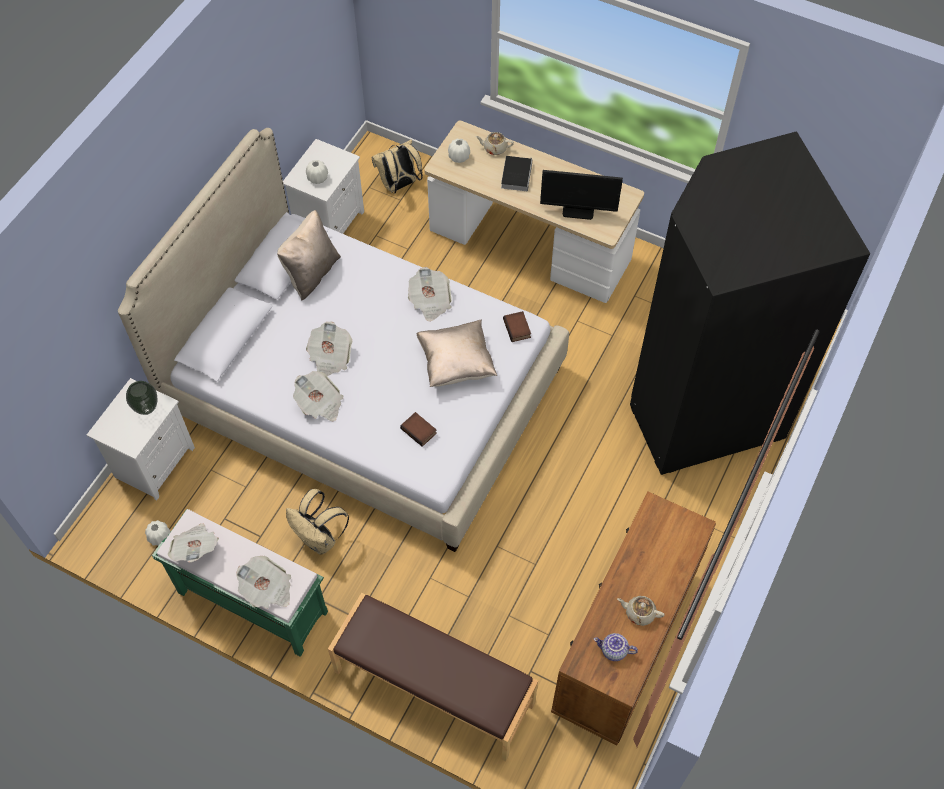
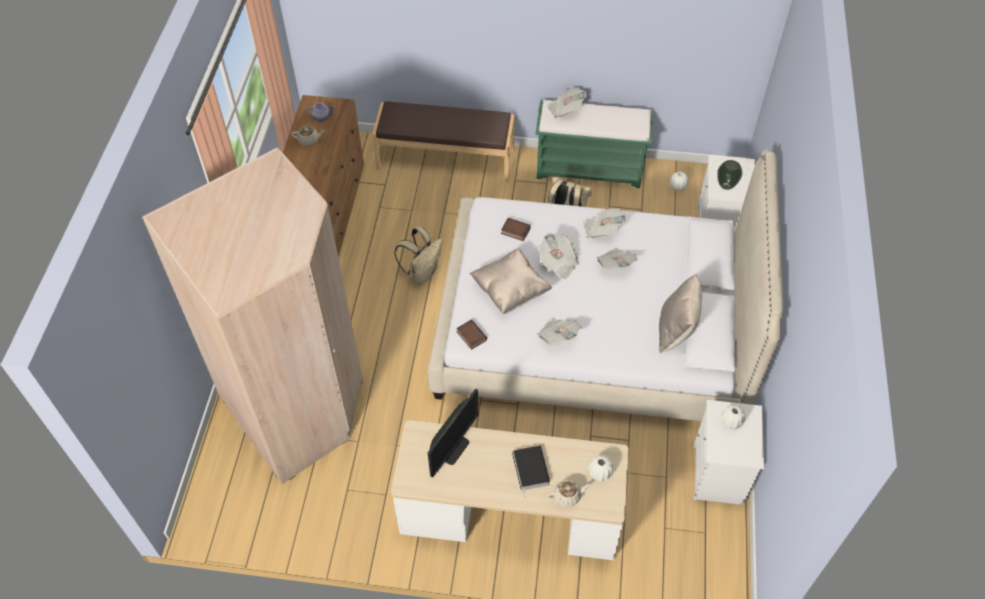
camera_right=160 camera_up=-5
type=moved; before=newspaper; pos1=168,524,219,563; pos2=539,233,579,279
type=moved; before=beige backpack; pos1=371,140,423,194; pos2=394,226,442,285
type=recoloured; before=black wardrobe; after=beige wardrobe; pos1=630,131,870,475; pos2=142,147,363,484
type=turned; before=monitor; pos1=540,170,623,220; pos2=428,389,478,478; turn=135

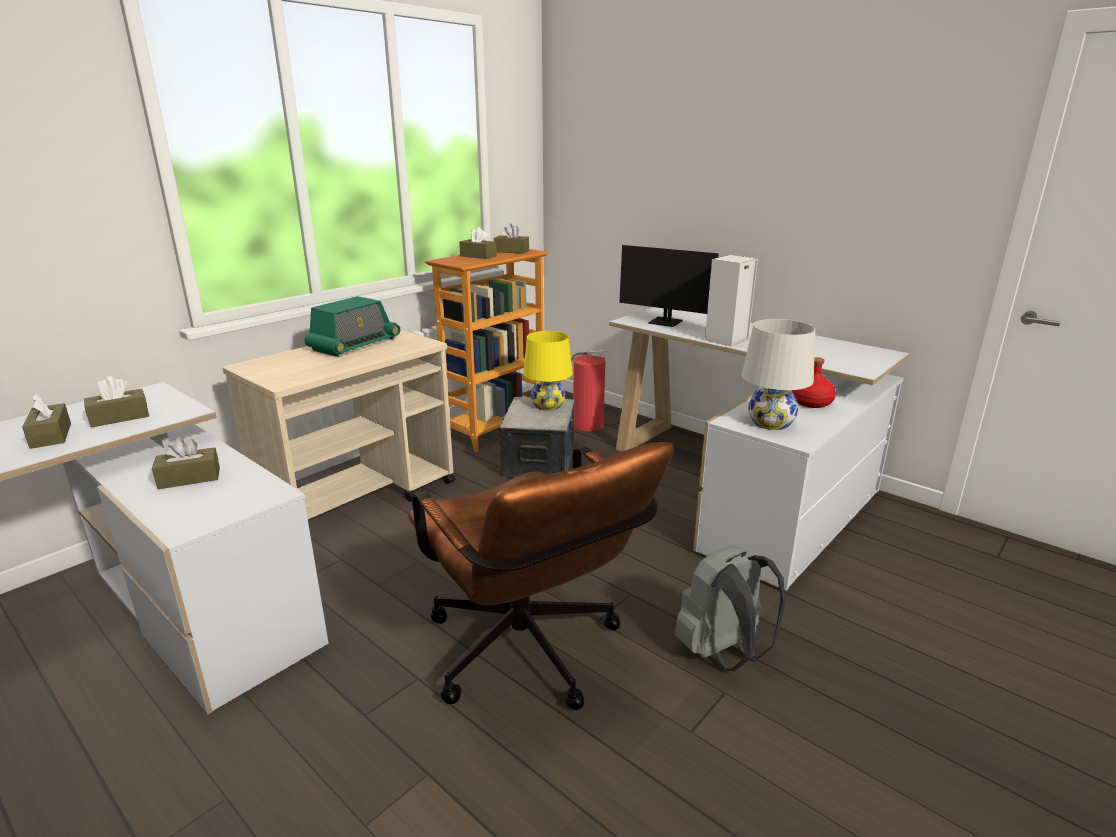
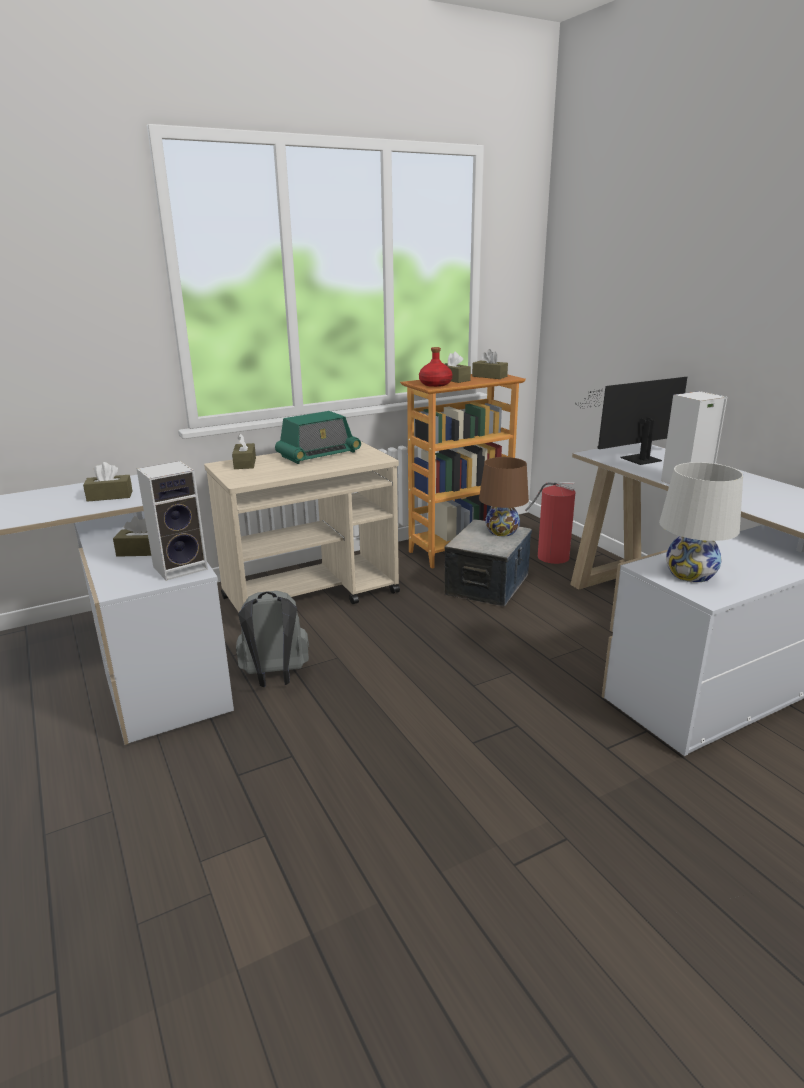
camera_right=20 camera_up=0
type=removed; before=brown office chair; pos1=408,442,674,710
type=added; after=speaker; pos2=137,461,208,581
type=moved; before=brown tissue box; pos1=22,393,71,449; pos2=232,433,256,469
type=moved; before=grey backpack; pos1=675,546,785,671; pos2=236,591,309,687
type=moved; before=red bottle; pos1=791,357,836,408; pos2=419,347,452,387
type=recoloured; before=yellow table lamp; after=brown table lamp; pos1=523,331,573,411; pos2=479,457,529,536
type=turned; before=monitor; pos1=619,245,719,327; pos2=578,377,687,465; turn=105

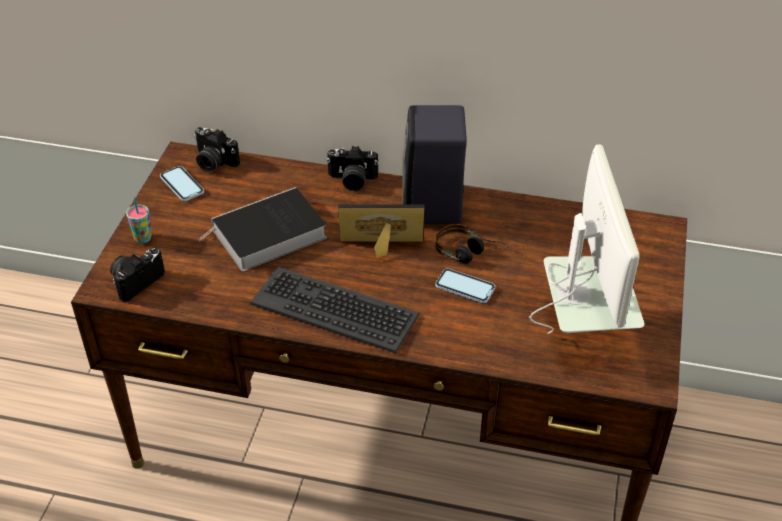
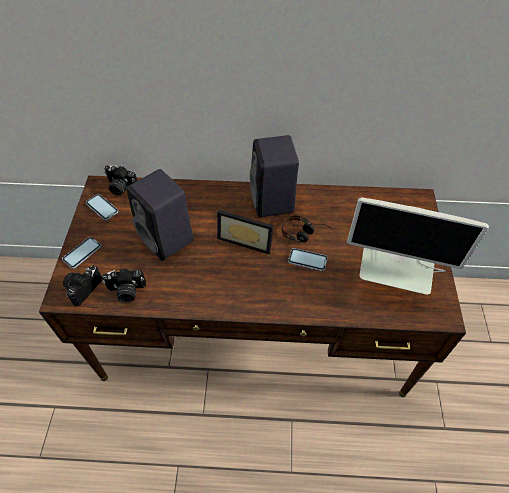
camera_right=-10 camera_up=10
type=removed; before=keyboard; pos1=250,267,419,353
type=moved; before=photo camera; pos1=326,146,378,191; pos2=102,268,146,303
type=replaced; before=cup; after=phone; pos1=126,197,152,244; pos2=62,237,101,269
type=replaced; before=book; after=black speaker; pos1=198,187,327,271; pos2=127,169,194,261
type=turned; before=picture frame; pos1=338,204,424,258; pos2=217,210,274,255; turn=-150
type=turned; before=monitor; pos1=529,144,645,334; pos2=347,197,489,295; turn=120

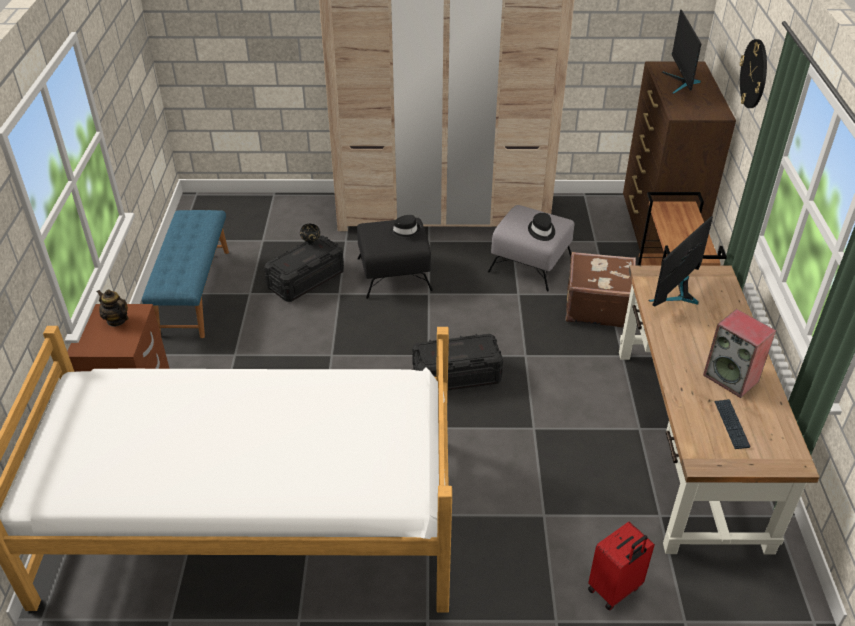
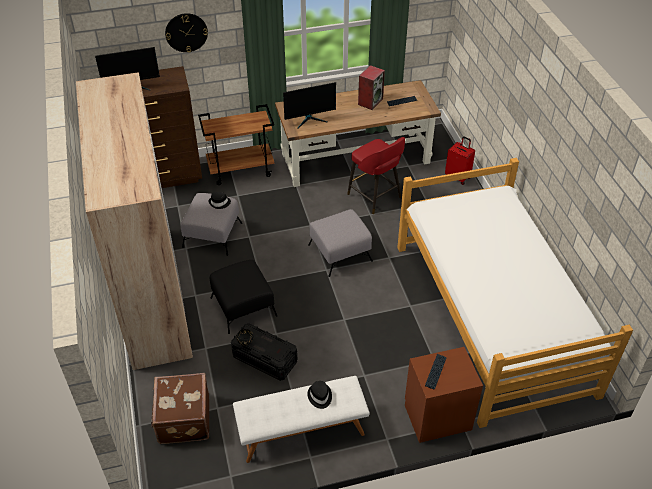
camera_right=-105 camera_up=5
type=added; after=red stool; pos2=347,137,405,214
type=moved; before=black hat; pos1=389,215,420,239; pos2=307,381,332,409
type=moved; before=brown suitcase; pos1=566,252,636,328; pos2=151,373,209,444
type=replaced; before=teapot; after=keyboard; pos1=97,289,129,327; pos2=425,354,447,389
type=replaced; before=black storage box; after=grey ottoman; pos1=412,334,503,390; pos2=308,209,373,277
type=recoloured; before=blue bench; after=white bench; pos1=142,210,229,338; pos2=233,376,370,463
type=turned; before=monitor; pos1=648,216,713,306; pos2=283,82,336,128; turn=-45

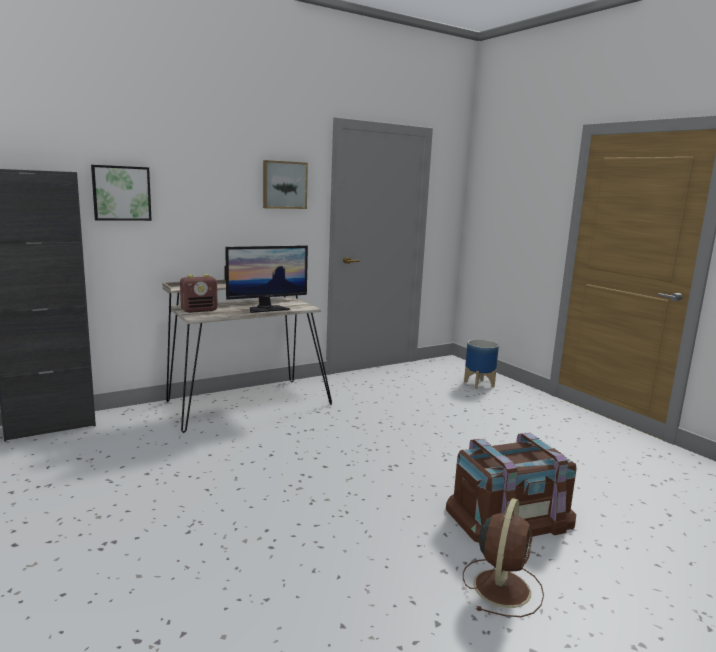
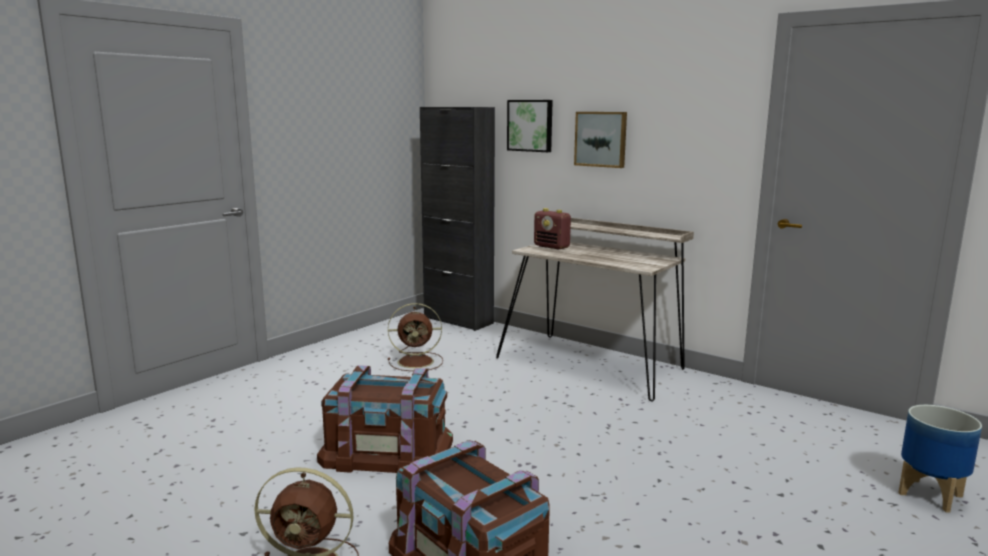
camera_right=70 camera_up=0
type=removed; before=monitor; pos1=224,245,308,313
type=added; after=brown storage box; pos2=317,365,453,473
type=added; after=brown fan; pos2=388,303,443,371
type=moved; before=picture; pos1=263,160,308,209; pos2=574,112,627,168

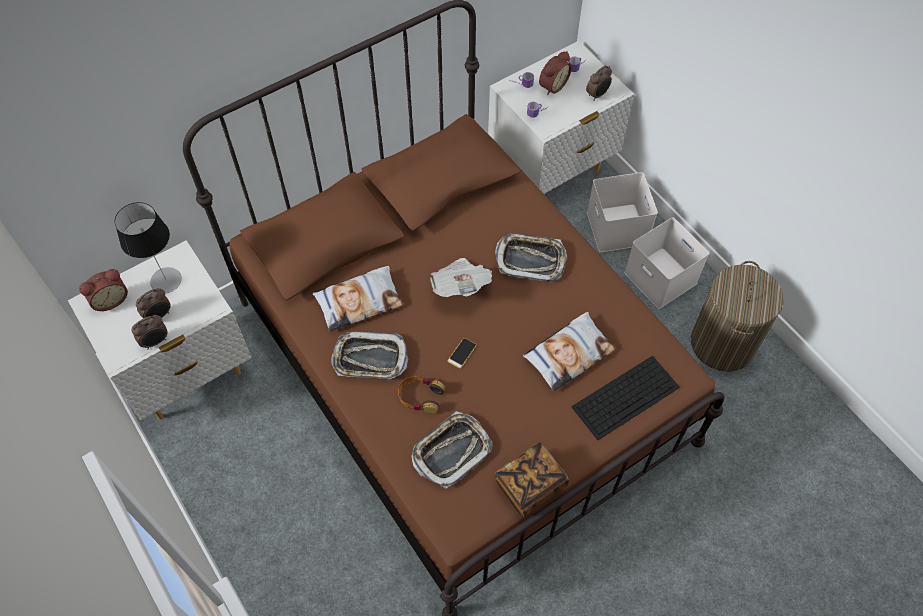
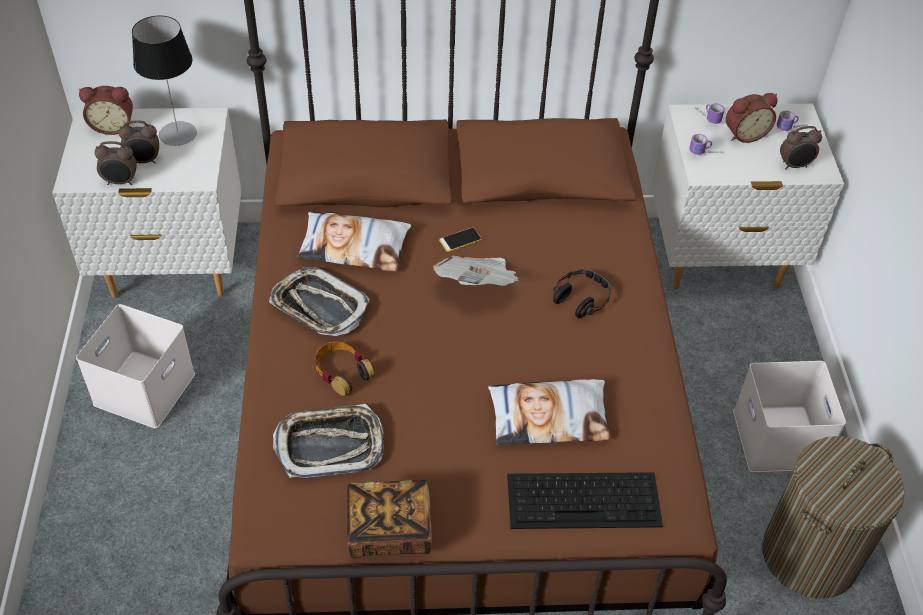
camera_right=30 camera_up=-10
type=moved; before=phone; pos1=448,338,477,368; pos2=439,228,482,252
type=moved; before=white storage box; pos1=587,172,658,252; pos2=76,304,195,428
type=replaced; before=tray; after=headphones; pos1=495,233,567,282; pos2=553,269,612,319

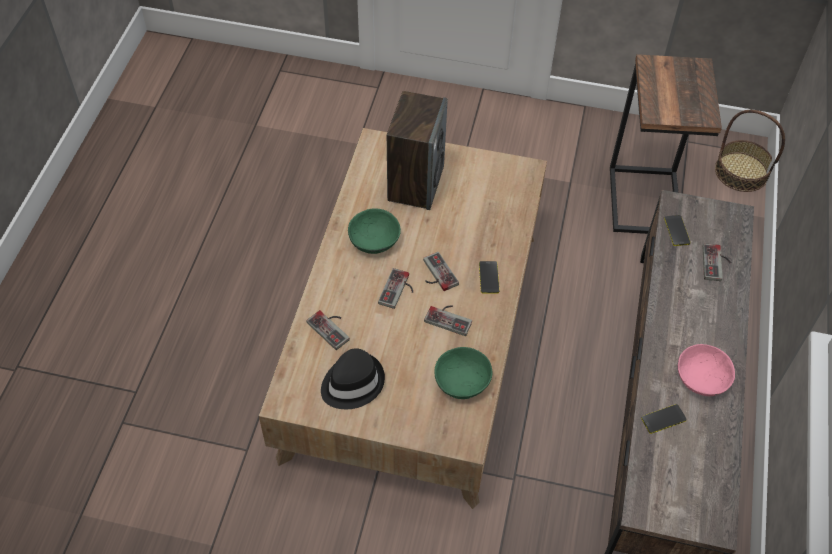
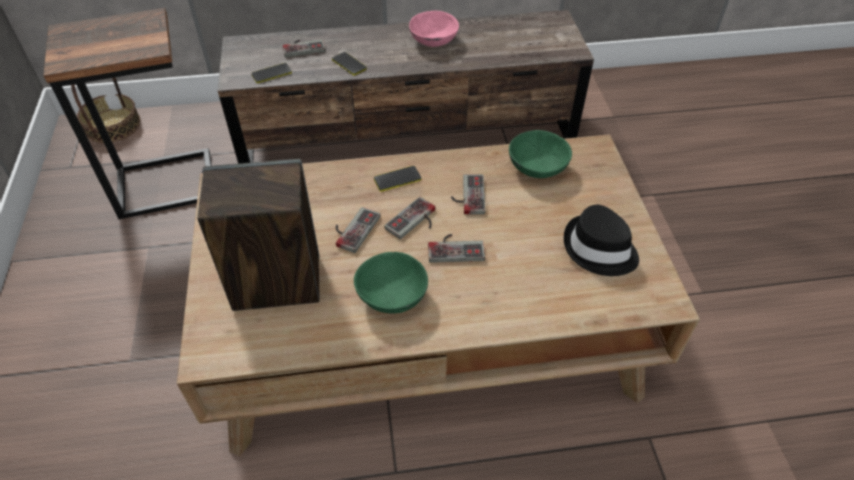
camera_right=-110 camera_up=-5
type=moved; before=game controller; pos1=306,310,350,350; pos2=336,207,380,253
type=moved; before=phone; pos1=641,404,687,434; pos2=332,52,367,75

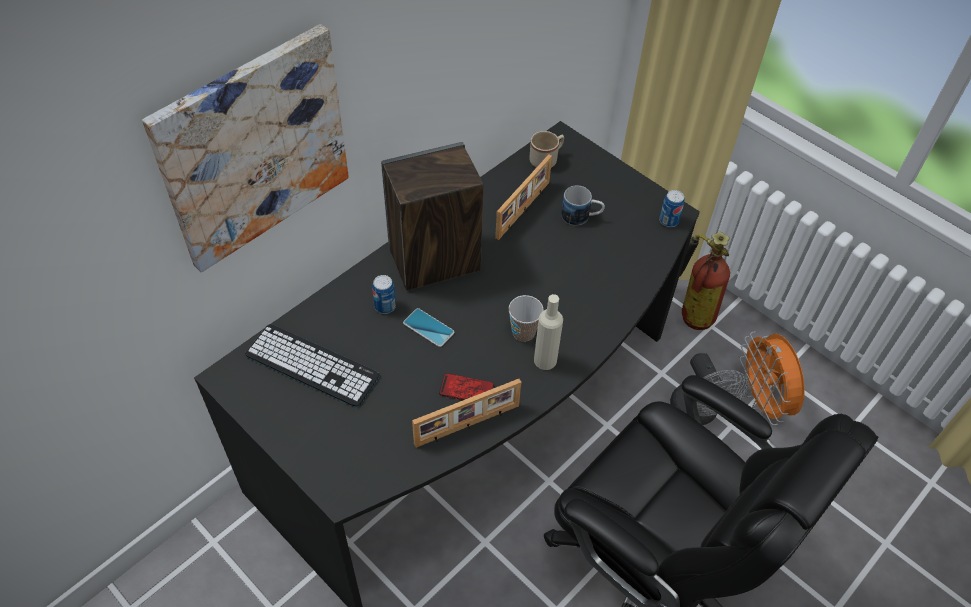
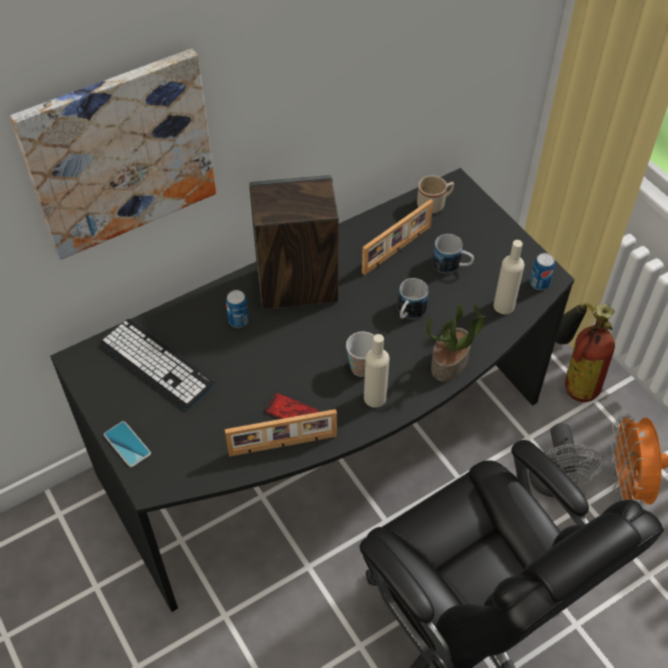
camera_right=15 camera_up=0
type=added; after=mug; pos2=398,278,429,319
type=added; after=potted plant; pos2=426,304,486,382
type=added; after=beige bottle; pos2=494,240,524,314
type=moved; before=phone; pos1=403,308,455,347; pos2=104,421,151,467

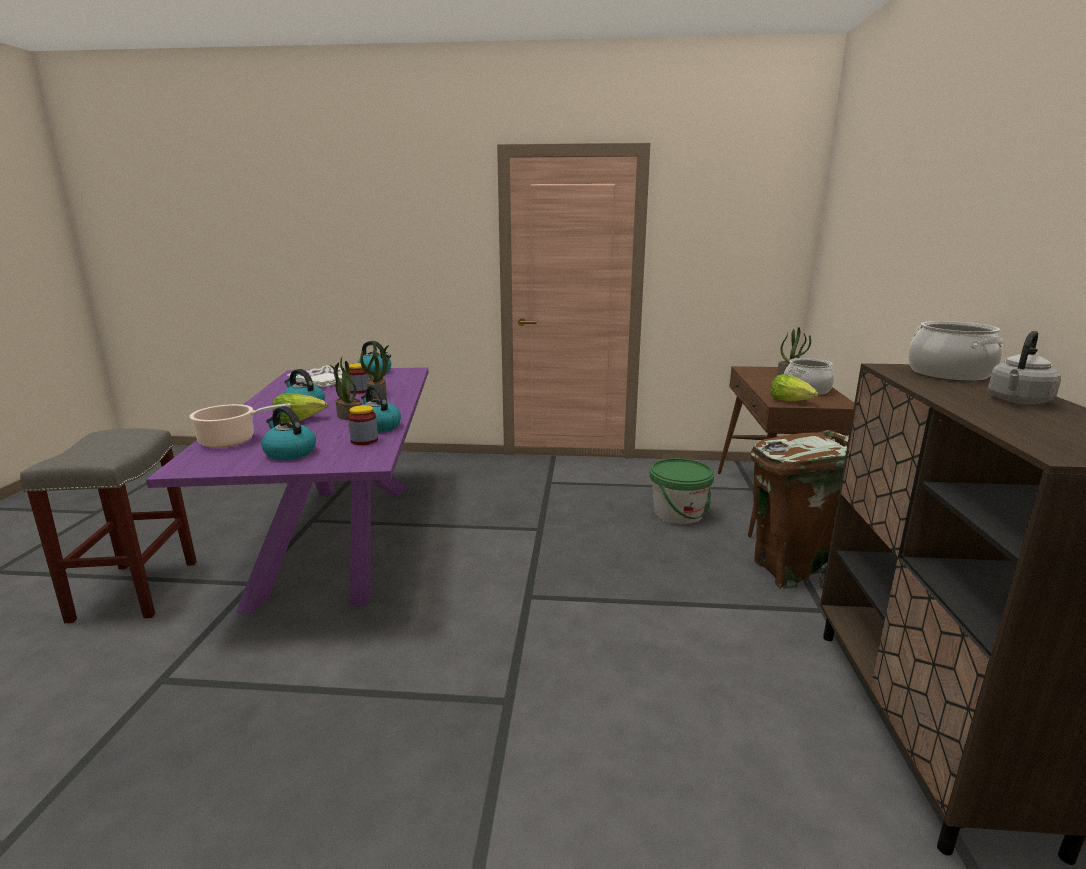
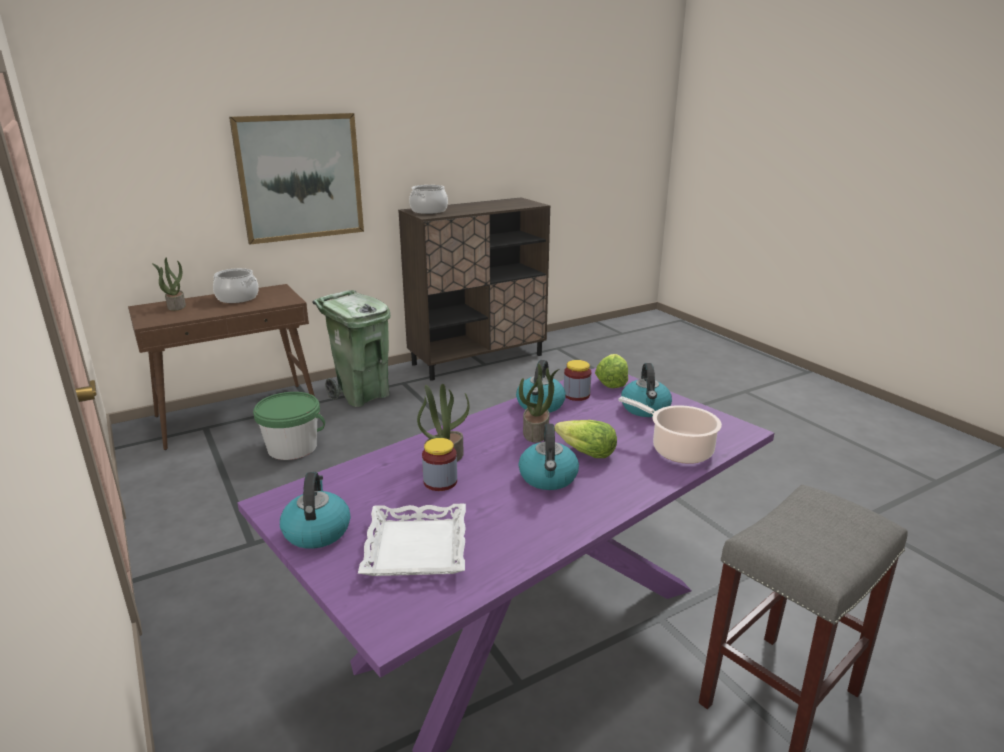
camera_right=-125 camera_up=5
type=removed; before=grey kettle; pos1=988,331,1061,404
type=added; after=picture; pos2=229,113,364,245
type=moved; before=lettuce; pos1=770,374,818,402; pos2=595,354,628,388
type=recoloured; before=brown trash can; after=green trash can; pos1=750,430,848,589; pos2=312,290,390,407

